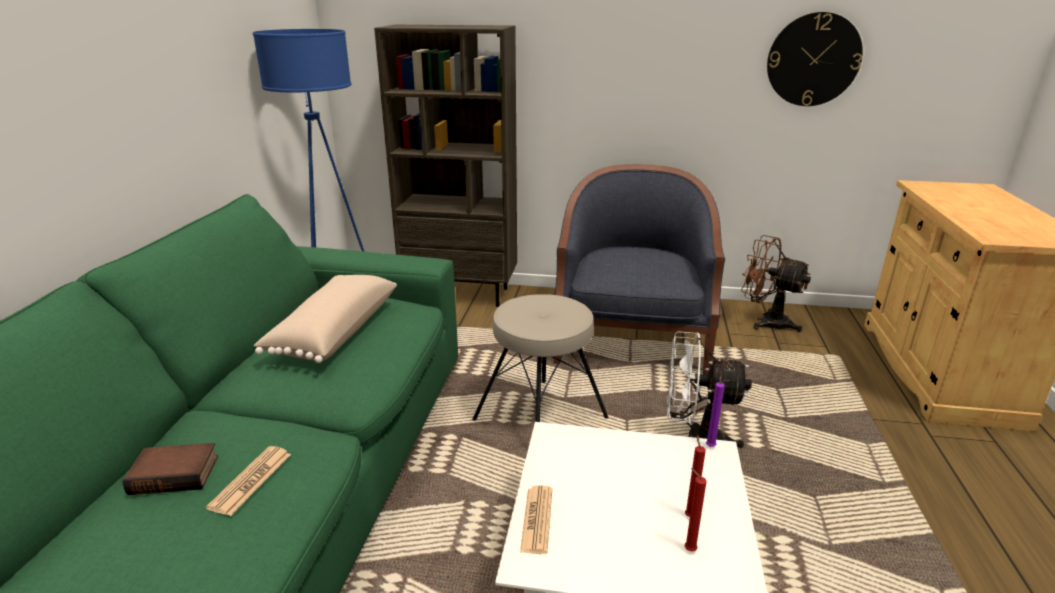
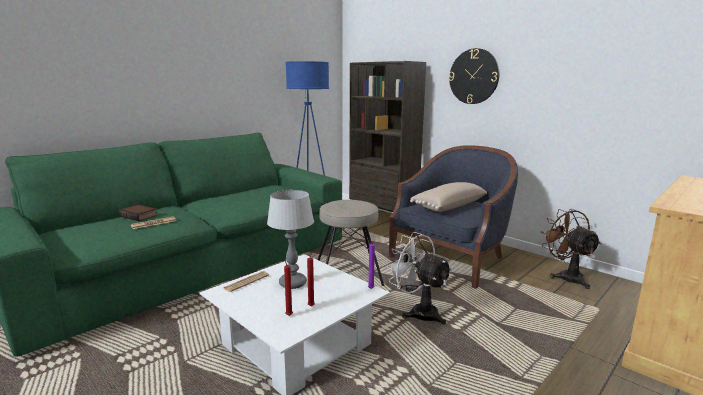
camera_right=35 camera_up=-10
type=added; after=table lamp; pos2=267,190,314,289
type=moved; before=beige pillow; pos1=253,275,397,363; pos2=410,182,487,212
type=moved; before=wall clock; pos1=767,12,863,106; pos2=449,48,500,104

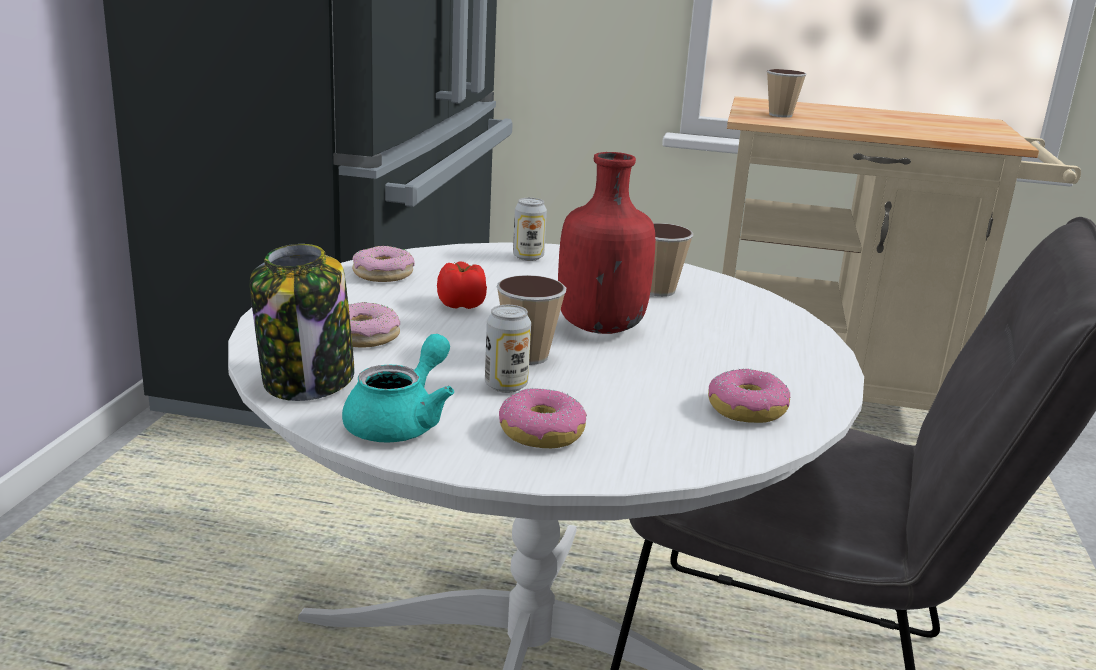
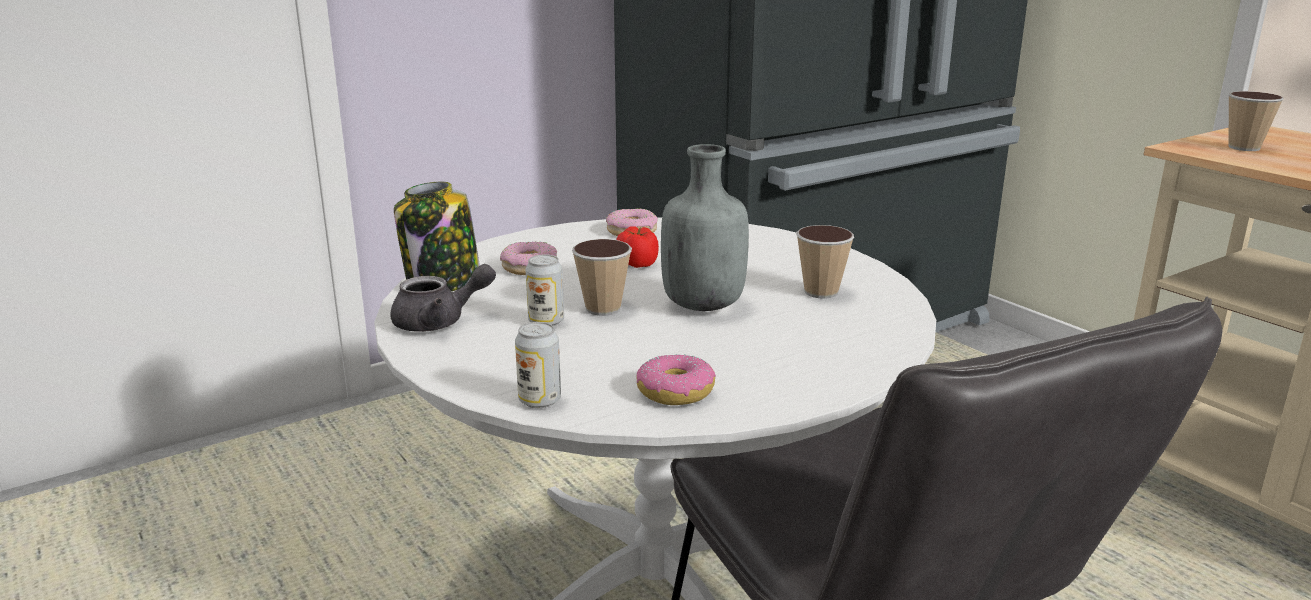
camera_right=45 camera_up=0
type=removed; before=donut; pos1=499,388,587,448
type=moved; before=can; pos1=513,198,547,261; pos2=515,322,561,408
type=recoloured; before=turquoise teapot; after=grey teapot; pos1=342,334,454,442; pos2=390,264,496,332
type=recoloured; before=red bottle; after=grey bottle; pos1=558,152,655,334; pos2=661,144,749,311

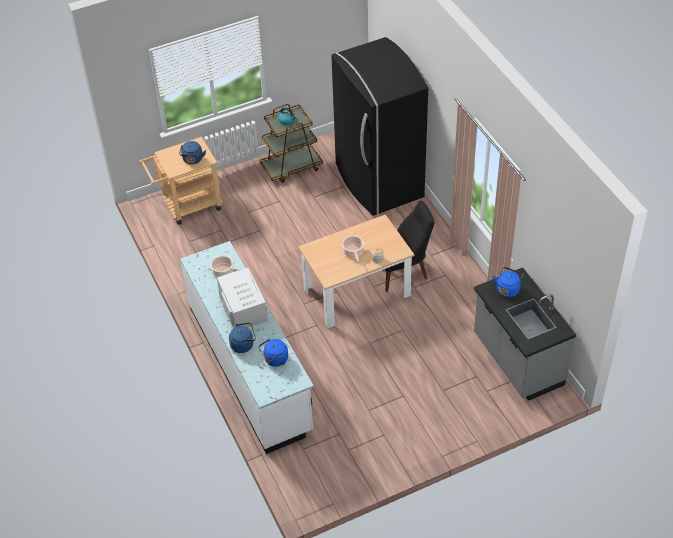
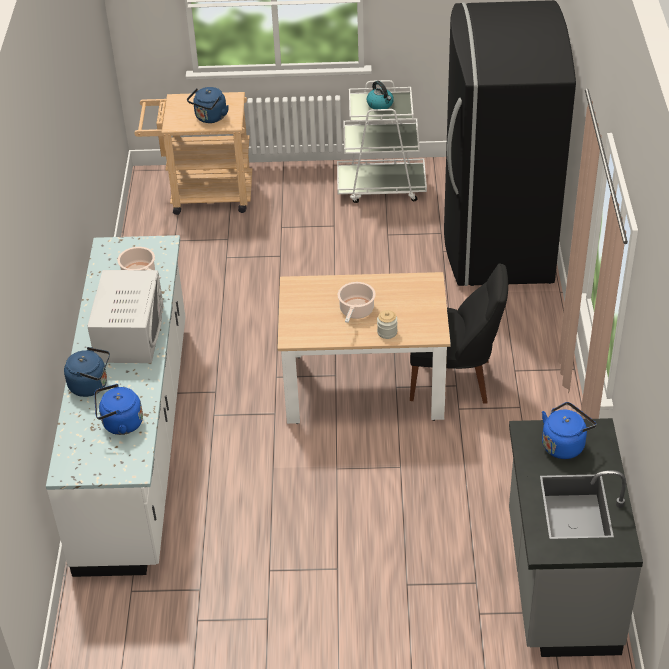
camera_right=25 camera_up=-5
type=recoloured; before=brown cart; after=white cart; pos1=260,104,323,183; pos2=337,80,427,203

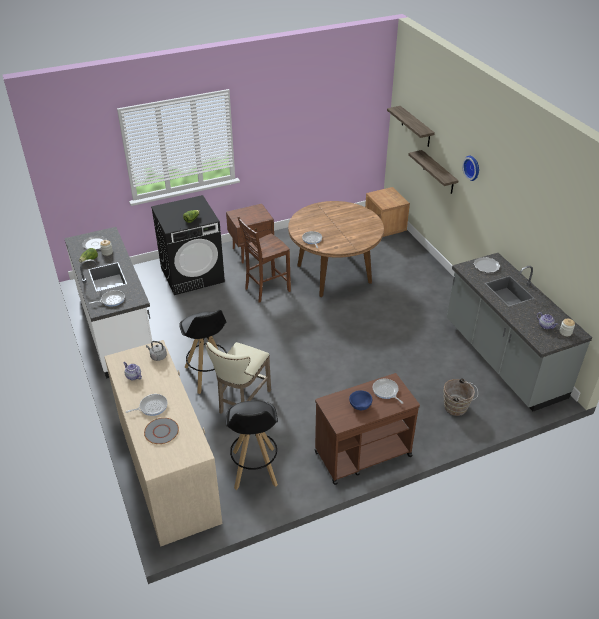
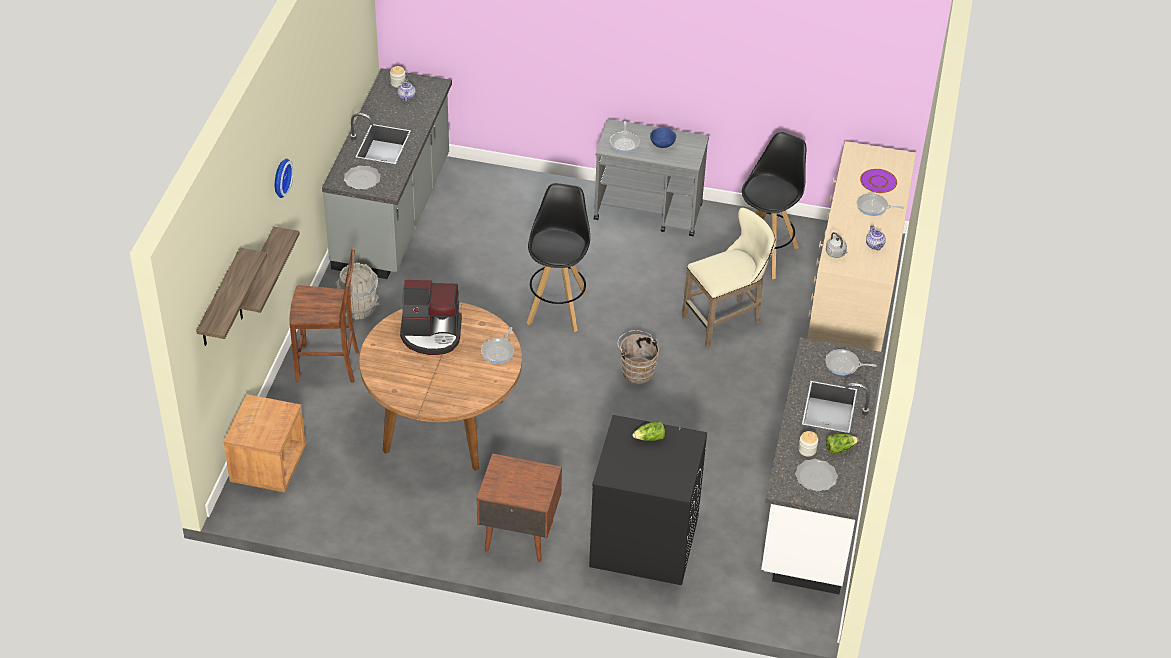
camera_right=-145 camera_up=5
type=added; after=grey bucket; pos2=334,263,379,320
type=added; after=coffee machine; pos2=400,280,462,355
type=moved; before=black stool; pos1=179,310,227,394; pos2=527,183,590,332
type=moved; before=brown chair; pos1=237,217,291,303; pos2=289,248,359,383
type=moved; before=brown bucket; pos1=443,378,478,416; pos2=618,330,659,384
type=recoloured; before=grey plate; after=purple plate; pos1=144,418,179,444; pos2=860,169,897,193
type=recoloured; before=brown cart; after=grey cart; pos1=315,373,420,485; pos2=594,119,709,236

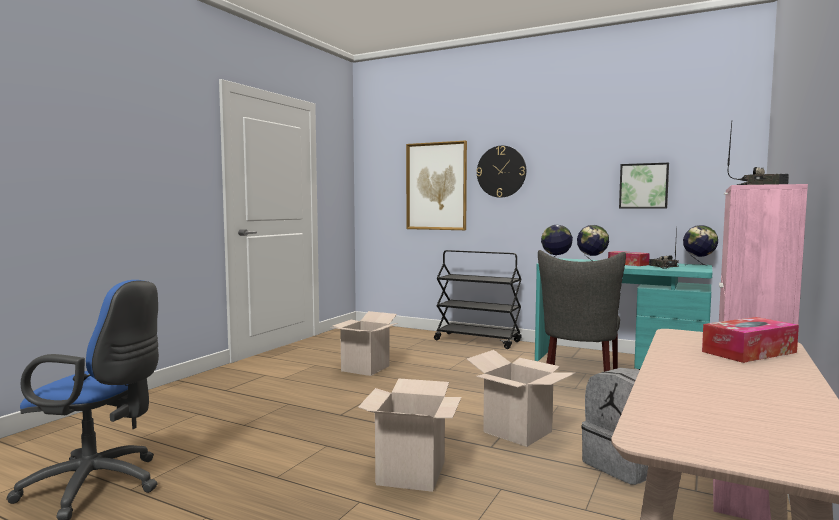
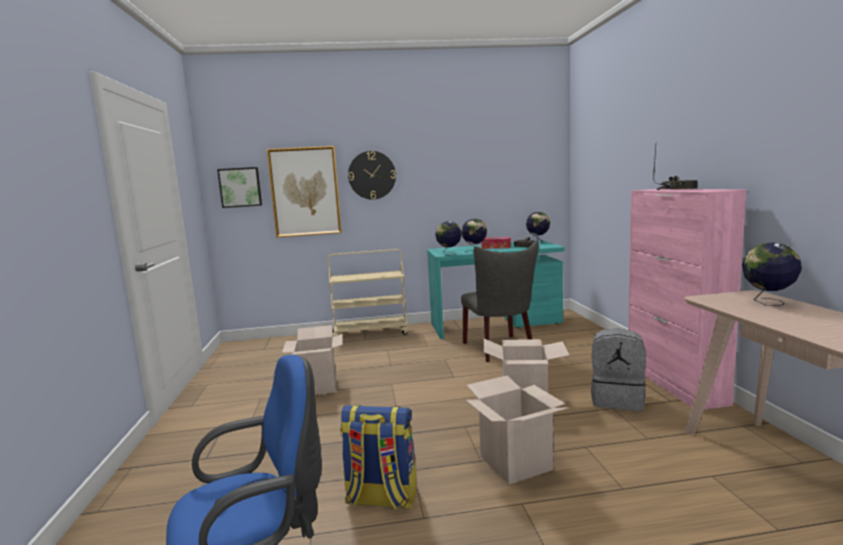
camera_right=-35 camera_up=5
type=added; after=backpack; pos2=340,405,417,509
type=moved; before=picture; pos1=619,163,669,208; pos2=217,167,262,208
type=replaced; before=tissue box; after=globe; pos1=702,317,799,363; pos2=742,243,802,306
type=recoloured; before=black cart; after=beige cart; pos1=434,250,522,349; pos2=328,249,408,337

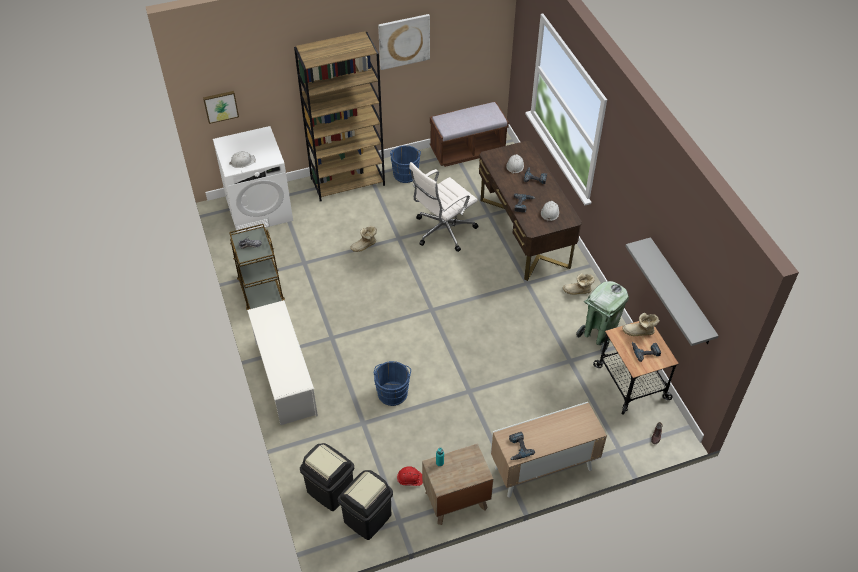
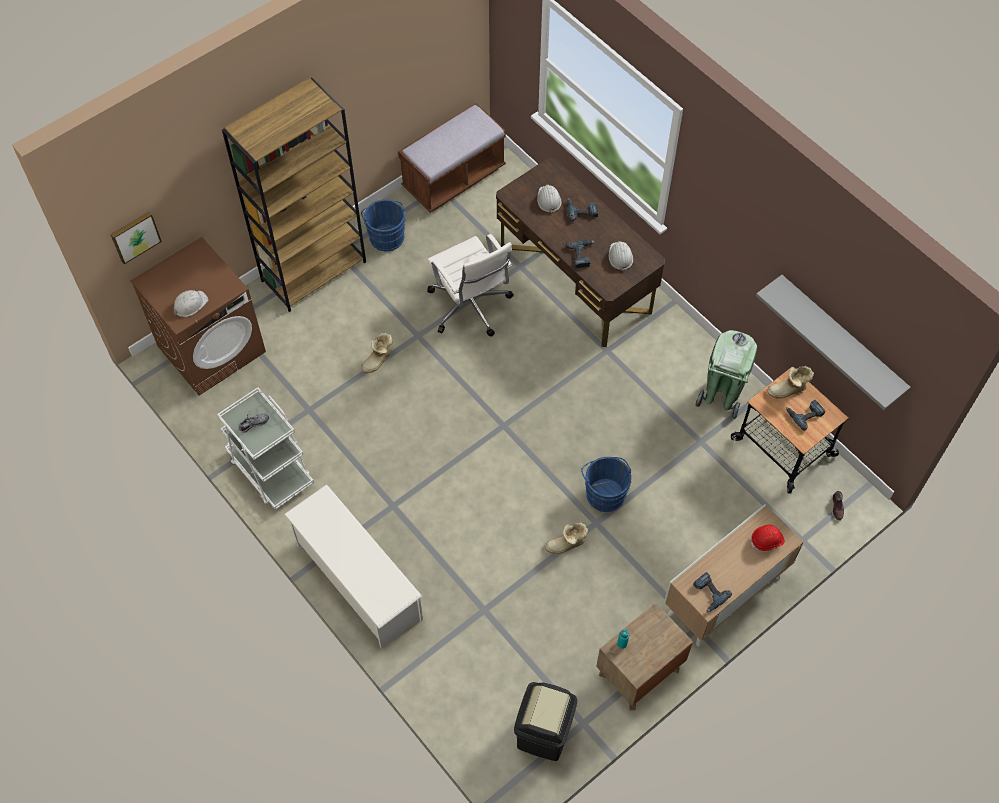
camera_right=-20 camera_up=10
type=removed; before=black trash can; pos1=300,443,354,511
type=removed; before=picture; pos1=378,14,430,70
type=moved; before=blue bucket; pos1=373,361,411,406; pos2=581,457,631,512
type=moved; before=red hard hat; pos1=397,466,423,486; pos2=751,525,785,551
type=moved; before=boot; pos1=563,273,595,295; pos2=545,522,588,554
type=recoloured; before=white washing machine; after=brown washing machine; pos1=213,126,293,233; pos2=130,237,266,395
type=recoloured; before=brown cart; after=white cart; pos1=229,224,285,310; pos2=217,387,314,510
type=turned; before=white office chair; pos1=409,162,479,252; pos2=427,234,514,337; turn=-60

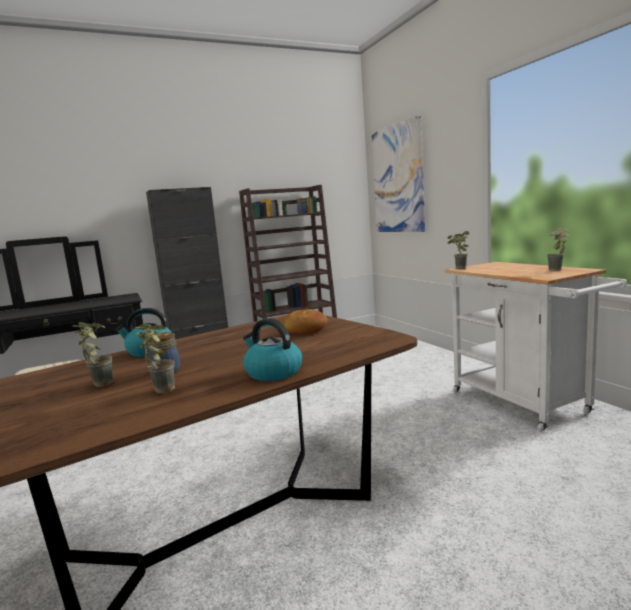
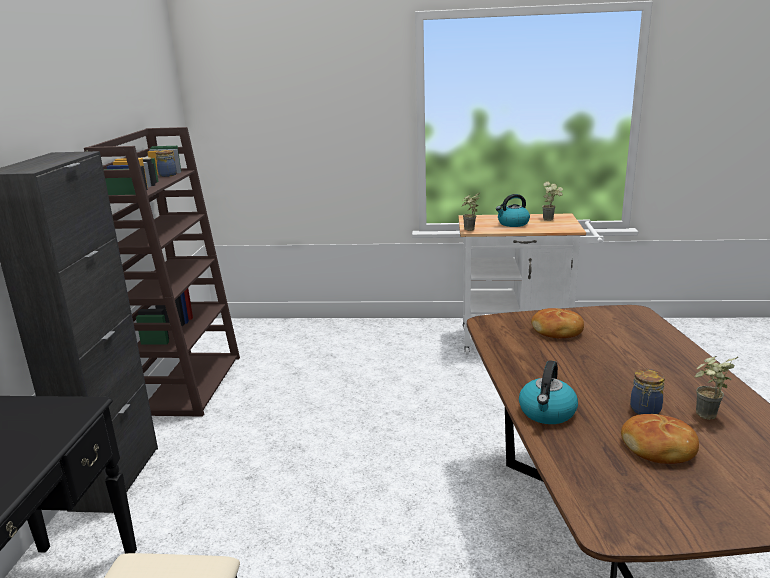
camera_right=-60 camera_up=10
type=removed; before=picture; pos1=372,115,425,232
type=moved; before=kettle; pos1=243,318,302,381; pos2=496,194,530,227
type=replaced; before=potted plant; after=bread; pos1=72,322,113,387; pos2=621,414,699,464

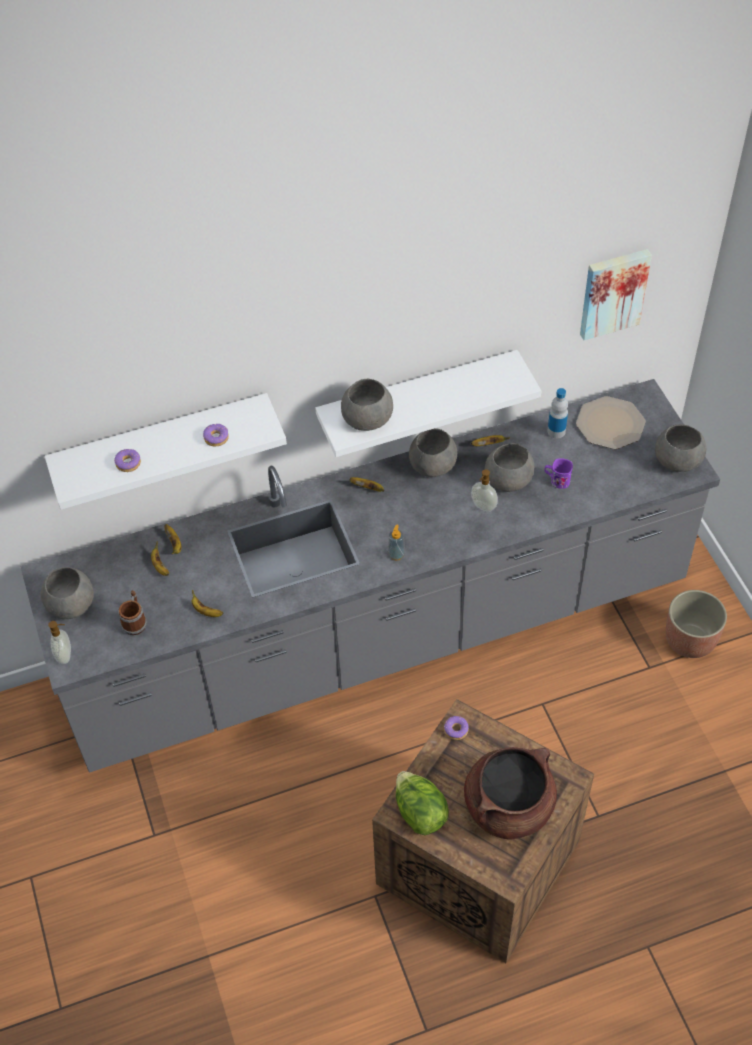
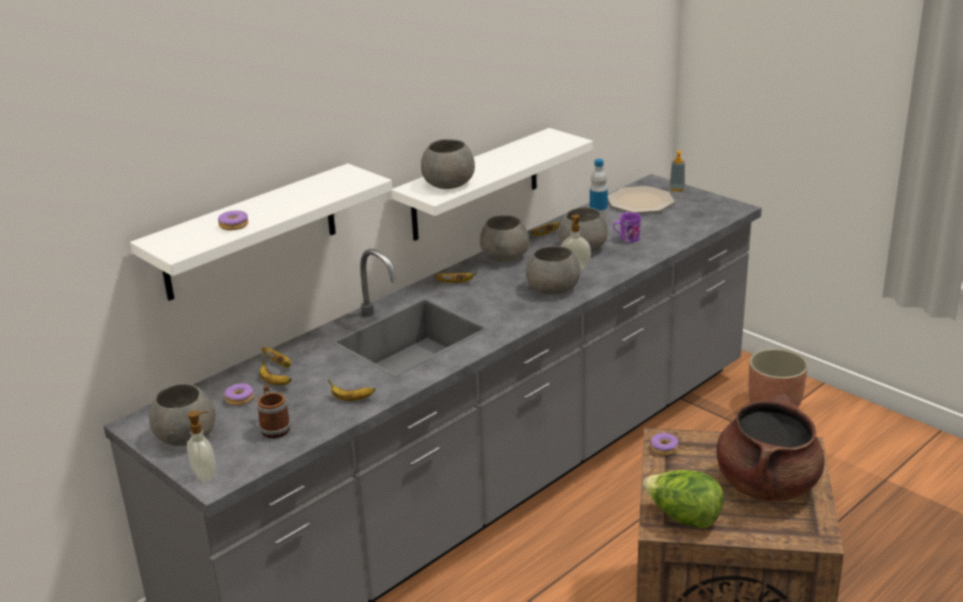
camera_right=-25 camera_up=-25
type=removed; before=picture; pos1=580,249,652,340
type=moved; before=donut; pos1=203,424,229,446; pos2=225,383,254,405
type=moved; before=soap dispenser; pos1=388,525,405,560; pos2=670,150,685,192
type=moved; before=grey bowl; pos1=655,424,706,472; pos2=526,246,580,295

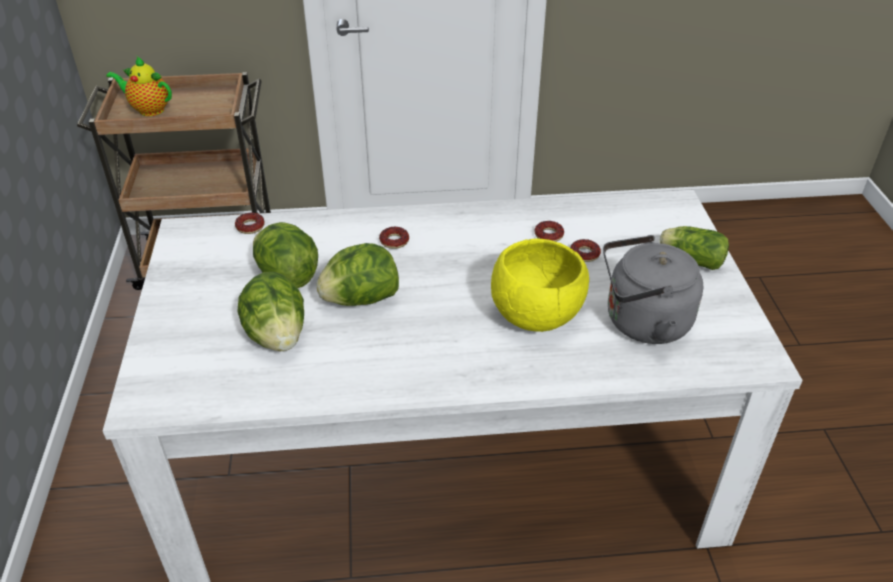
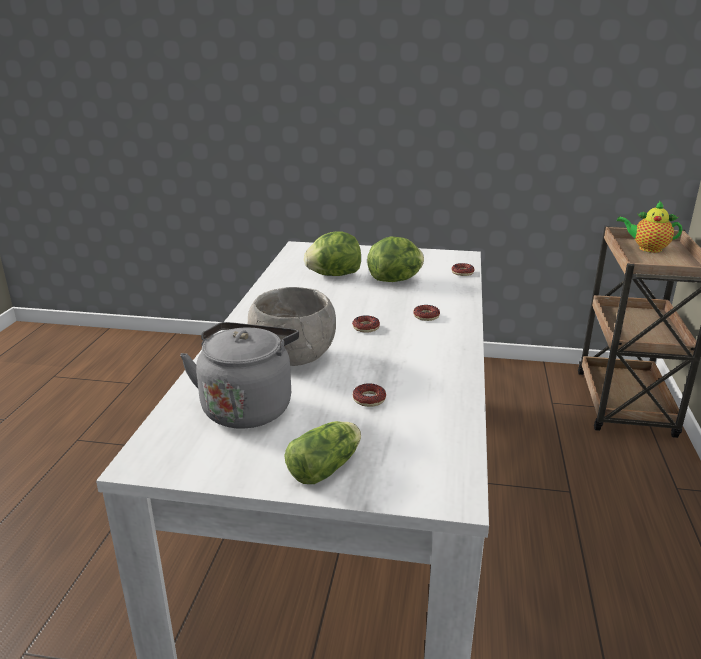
camera_right=105 camera_up=-15
type=removed; before=lettuce; pos1=316,243,399,306
type=moved; before=donut; pos1=535,221,564,242; pos2=352,316,380,333
type=recoloured; before=yellow bowl; after=grey bowl; pos1=491,238,589,332; pos2=248,287,336,366
type=turned; before=teapot; pos1=106,56,172,116; pos2=617,200,682,253; turn=-105

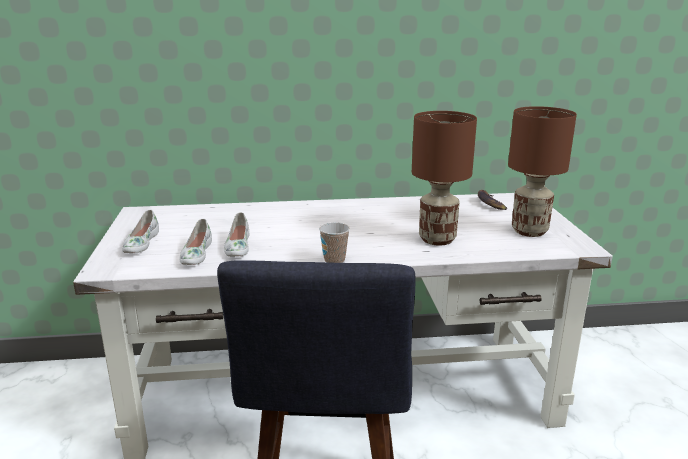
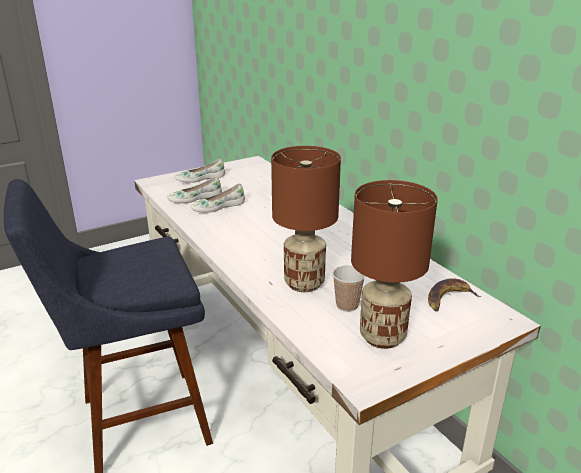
camera_right=65 camera_up=5
type=moved; before=cup; pos1=319,222,350,263; pos2=332,265,365,312

